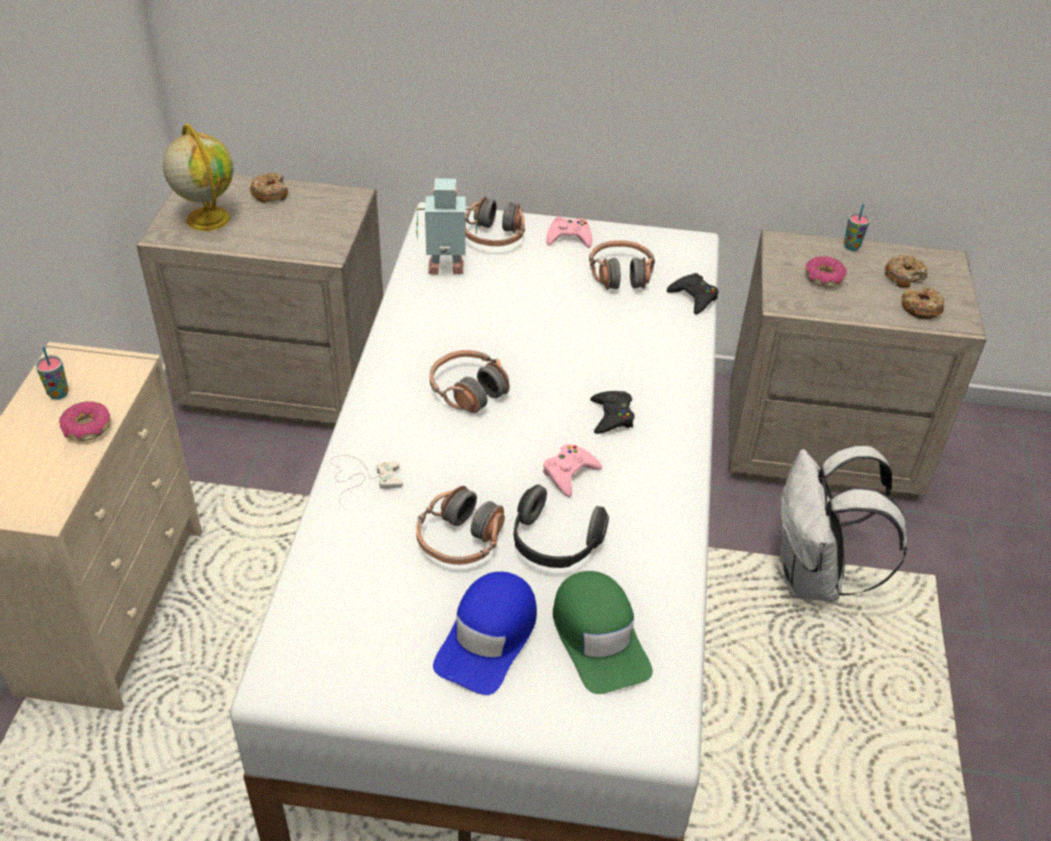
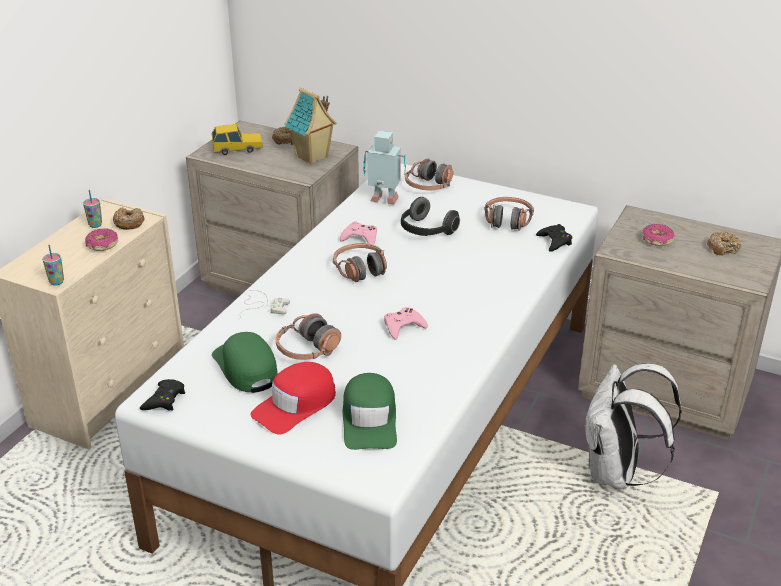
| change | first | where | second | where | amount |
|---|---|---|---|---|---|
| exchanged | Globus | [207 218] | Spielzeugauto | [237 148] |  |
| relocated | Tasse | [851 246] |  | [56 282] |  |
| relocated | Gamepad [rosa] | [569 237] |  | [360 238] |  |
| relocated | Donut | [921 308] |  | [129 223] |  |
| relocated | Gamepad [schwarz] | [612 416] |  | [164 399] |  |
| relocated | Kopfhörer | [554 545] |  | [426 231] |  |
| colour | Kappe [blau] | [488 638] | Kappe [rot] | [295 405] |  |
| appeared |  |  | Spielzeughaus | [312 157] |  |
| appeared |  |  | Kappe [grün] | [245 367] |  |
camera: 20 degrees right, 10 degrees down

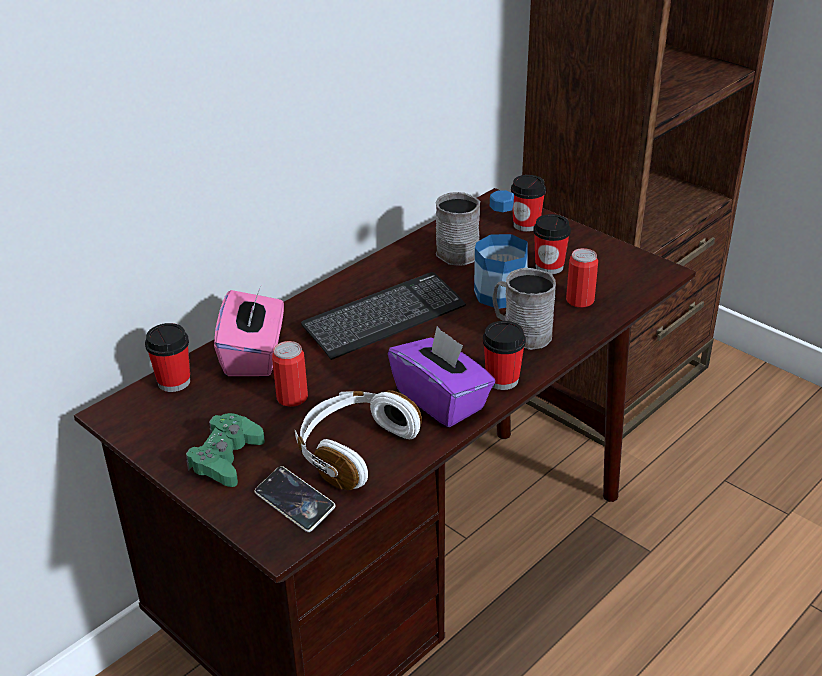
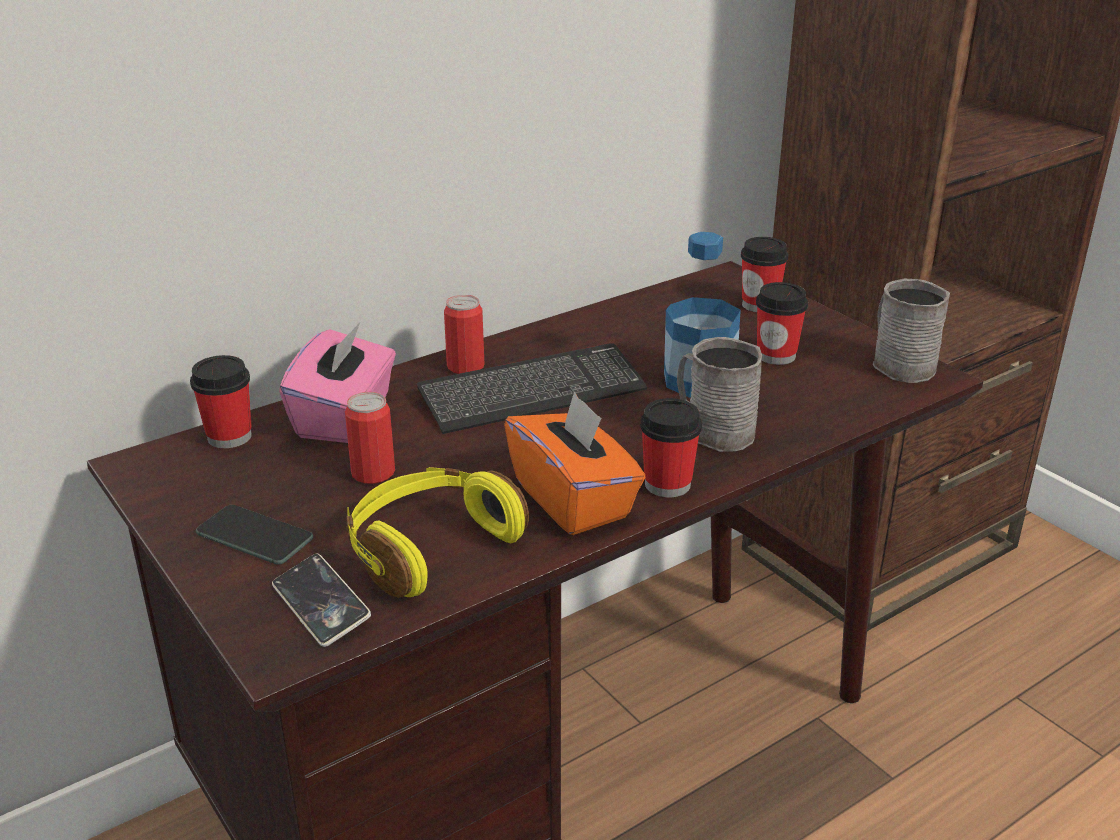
| change | first | where | second | where | amount |
|---|---|---|---|---|---|
| relocated | Henkelbecher [grau] | [453 251] |  | [898 363] |  |
| relocated | Dose | [580 300] |  | [465 366] |  |
| colour | Taschentuchbox [lila] | [441 400] | Taschentuchbox [orange] | [573 500] |  |
| colour | Kopfhörer [weiß] | [353 449] | Kopfhörer [gelb] | [429 547] |  |
| exchanged | Gamepad [grün] | [226 458] | Handy | [254 536] |  |
camera: 10 degrees right, 5 degrees down

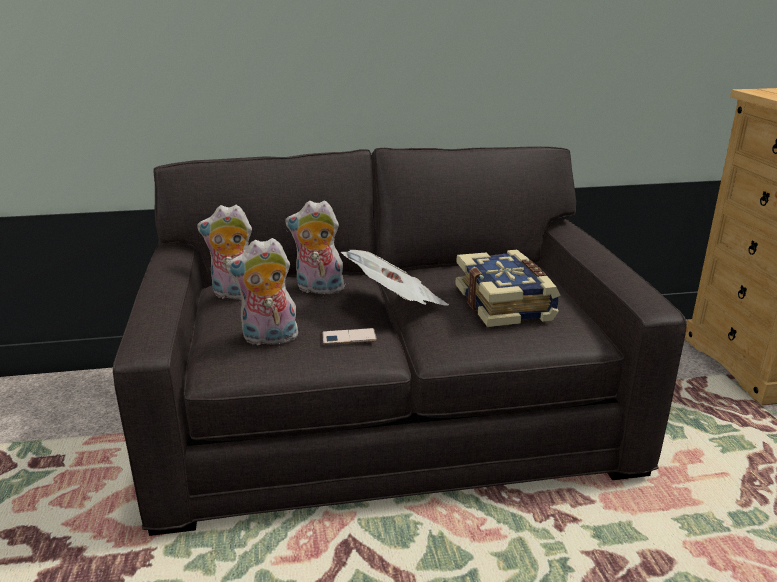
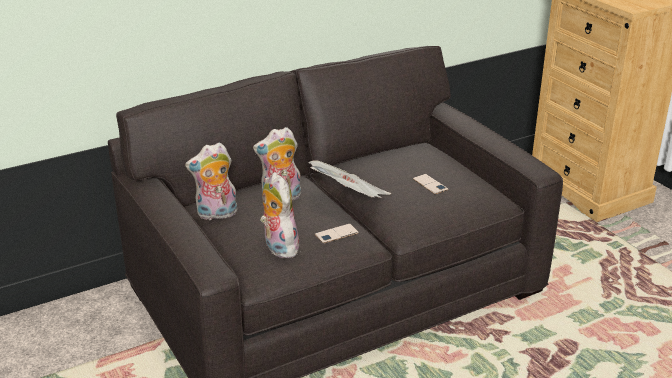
| change | first | where | second | where | amount |
|---|---|---|---|---|---|
| spun | Plüschtier | [269 339] |  | [278 247] | 90 degrees clockwise |
| exchanged | Buch | [505 303] | Handy | [430 184] |  |
camera: 20 degrees left, 5 degrees up

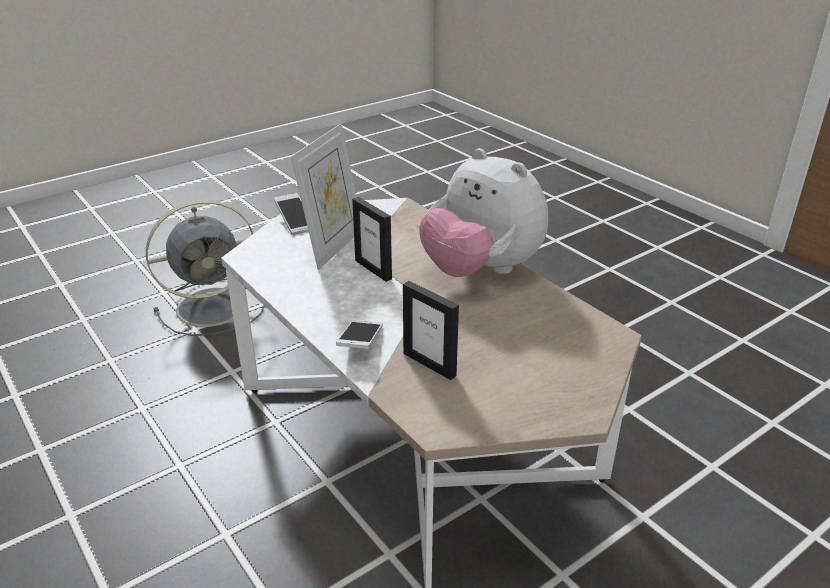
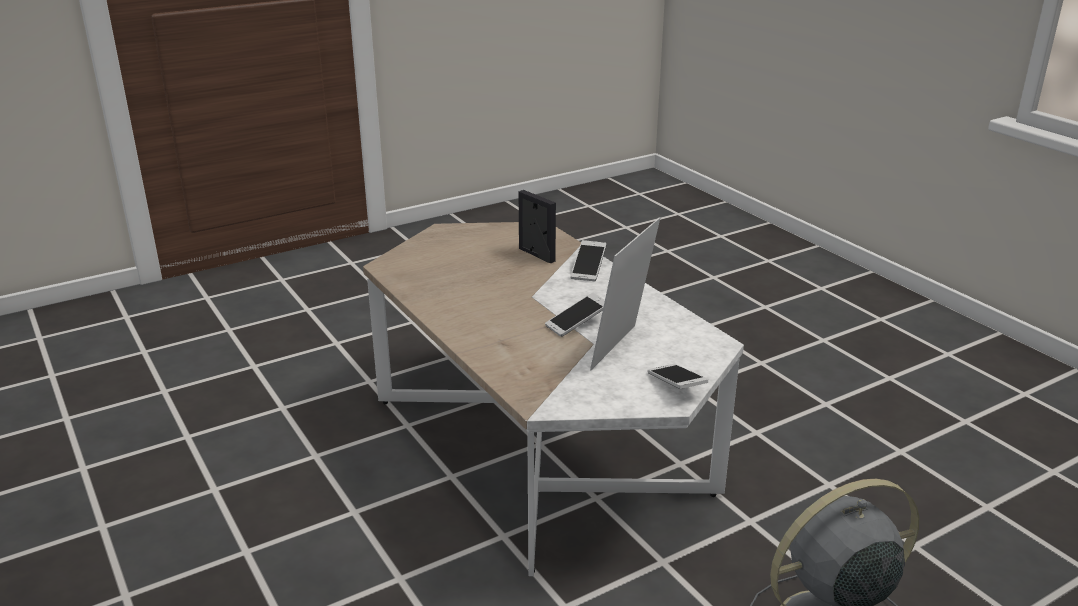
| change | first | where | second | where | amount |
|---|---|---|---|---|---|
| missing | Plüschtier | [481 271] |  |  |  |
| exchanged | Bilderrahmen | [373 269] | Handy | [577 323] |  |
camera: 175 degrees left, 5 degrees down

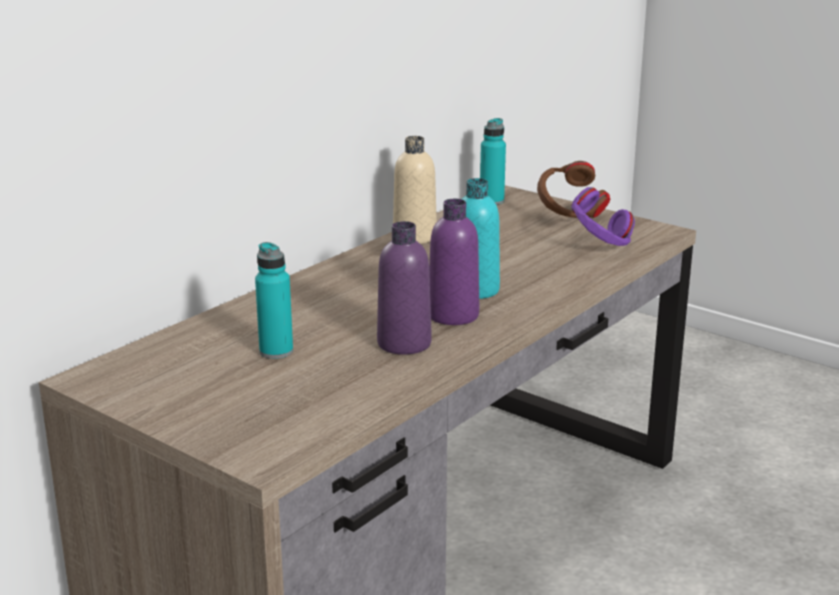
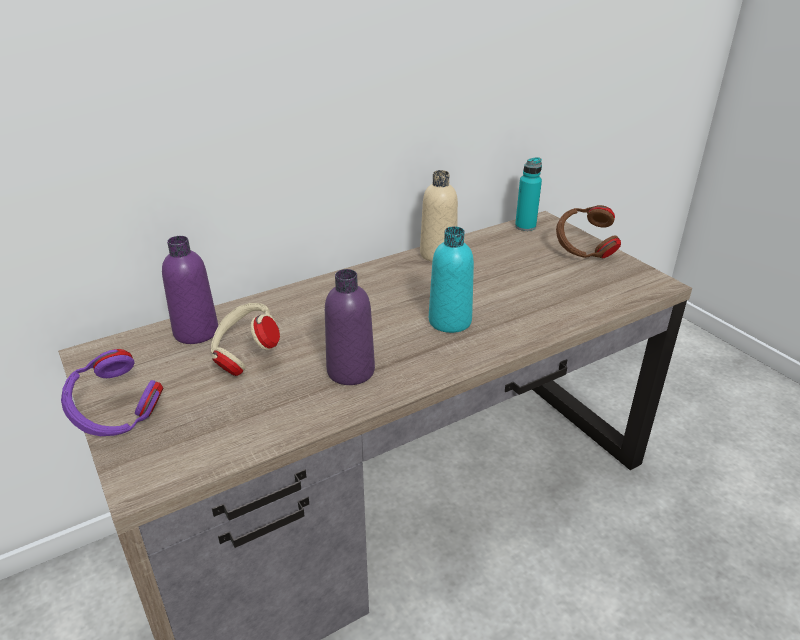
| change | first | where | second | where | amount |
|---|---|---|---|---|---|
| relocated | Kopfhörer [lila] | [600 245] |  | [118 419] |  |
| relocated | Flasche [lila] | [453 315] |  | [196 332] |  |
| exchanged | Flasche [türkis] | [276 351] | Kopfhörer [beige] | [245 357] |  |
camera: 20 degrees right, 10 degrees up

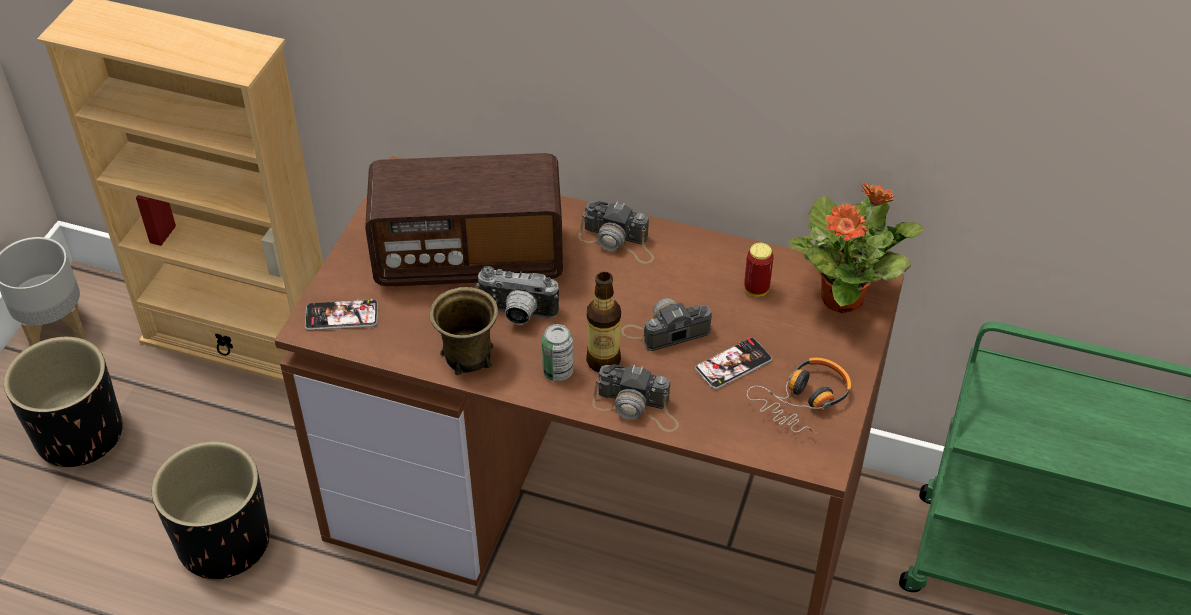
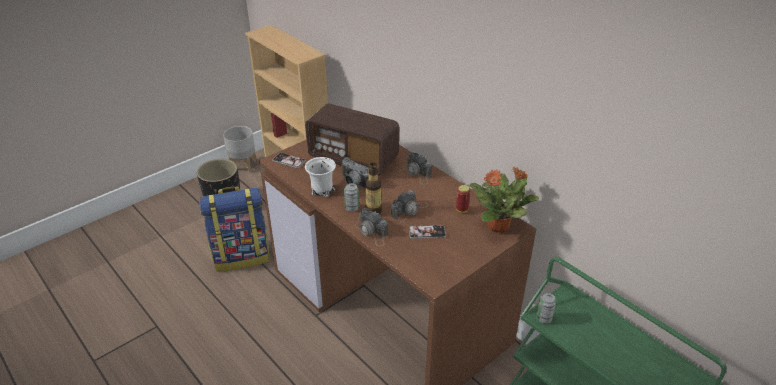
| change | first | where | second | where | amount |
|---|---|---|---|---|---|
| colour | Henkelbecher [braun] | [467 356] | Henkelbecher [weiß] | [322 190] |  |
| spun | Kamera | [666 330] |  | [409 210] | 120 degrees clockwise |
| missing | Kopfhörer | [804 401] |  |  |  |
| exchanged | Pflanzkübel [schwarz] | [224 542] | Rucksack | [241 256] |  |
| appeared |  |  | Dose | [543 318] |  |
camera: 30 degrees right, 10 degrees down

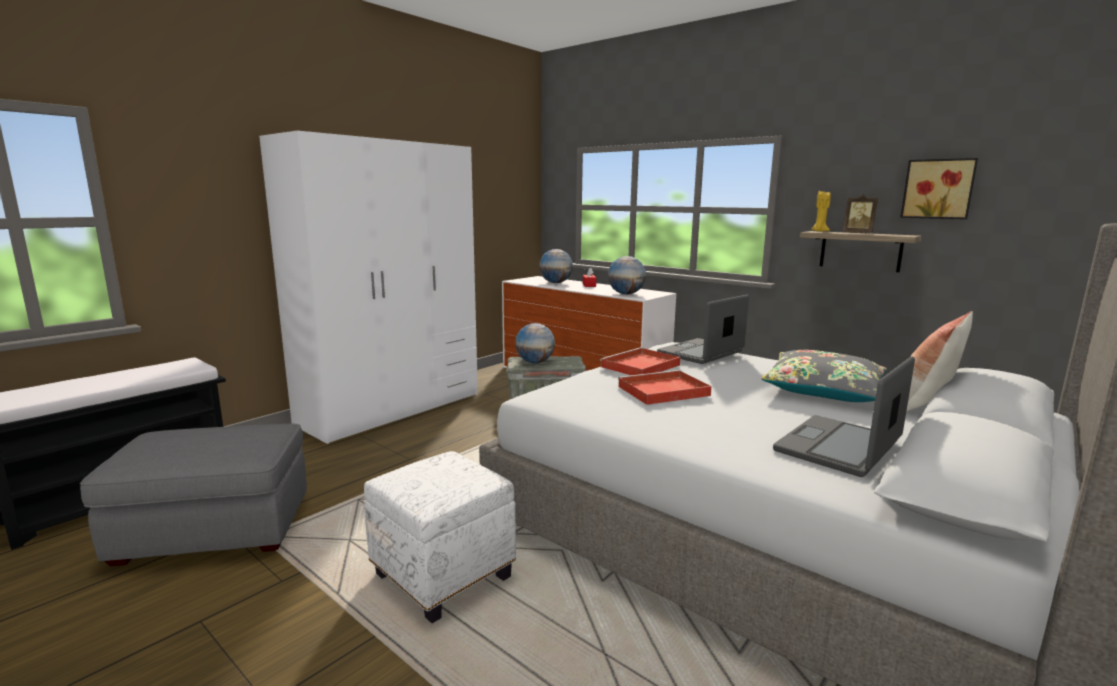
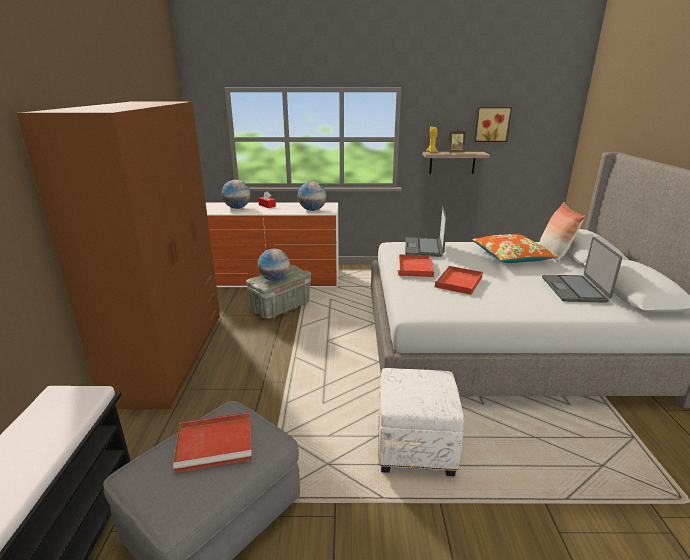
| change | first | where | second | where | amount |
|---|---|---|---|---|---|
| colour | Kleiderschrank [weiß] | [392 408] | Kleiderschrank [braun] | [170 355] |  |
| colour | Kissen [grau] | [824 390] | Kissen [orange] | [511 256] |  |
| appeared |  |  | Tablett [rot] | [217 443] |  |
camera: 40 degrees left, 10 degrees up

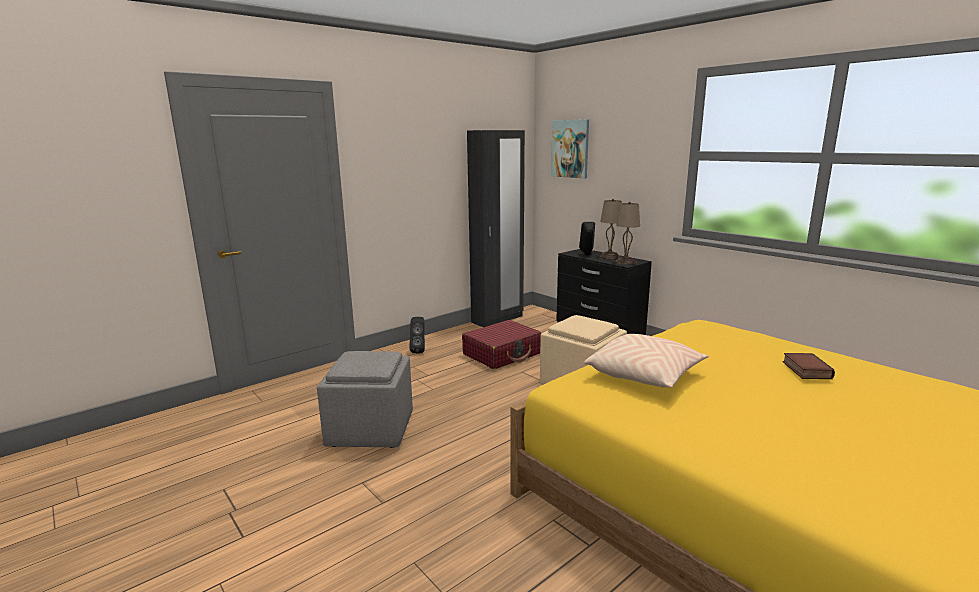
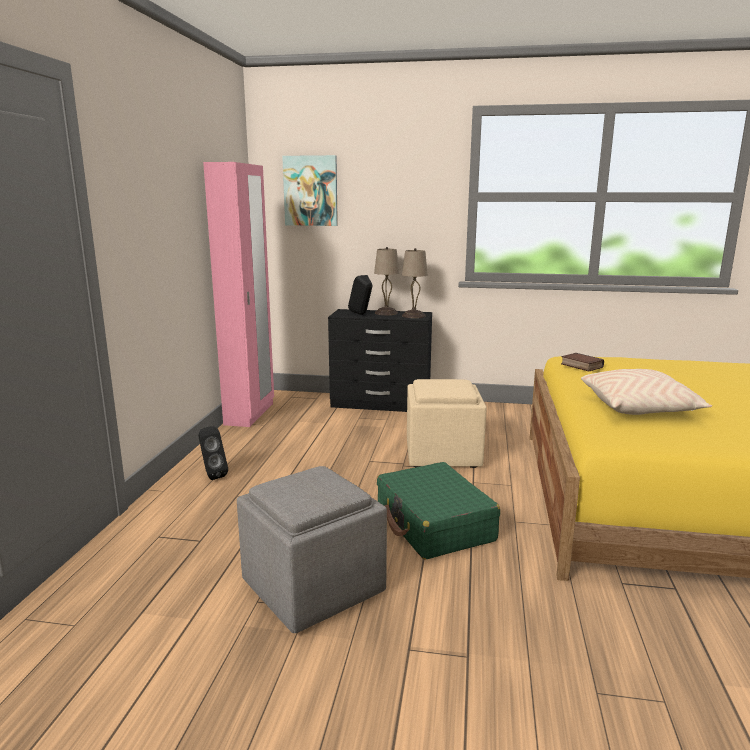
| change | first | where | second | where | amount |
|---|---|---|---|---|---|
| colour | Kleiderschrank [schwarz] | [497 319] | Kleiderschrank [rosa] | [250 414] |  |
| missing | Koffer [rot] | [502 354] |  |  |  |
| relocated | Buch | [805 370] |  | [580 366] |  |
| appeared |  |  | Koffer [grün] | [434 524] |  |
camera: 40 degrees left, 0 degrees up

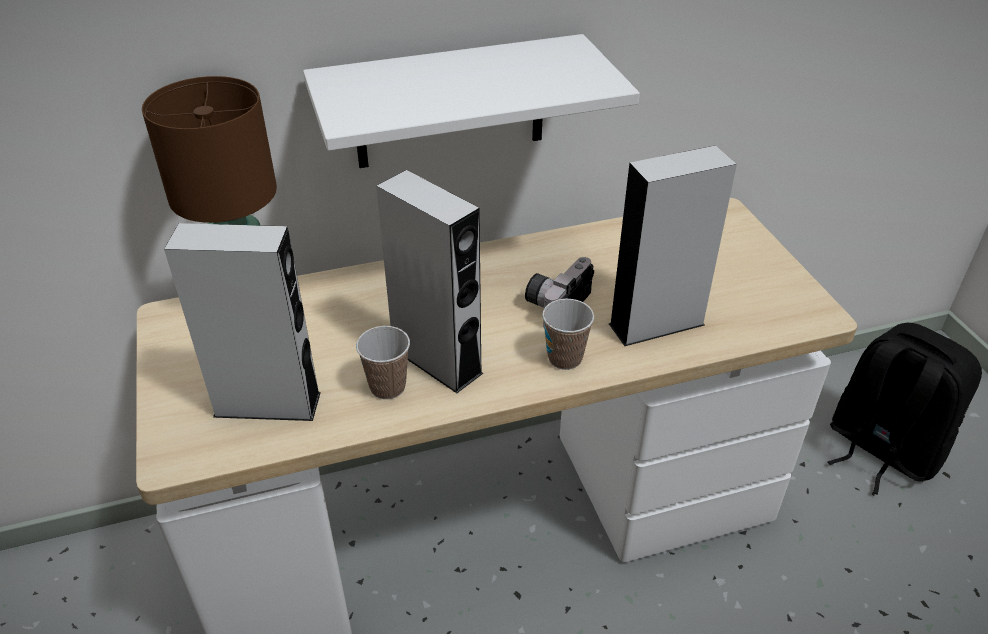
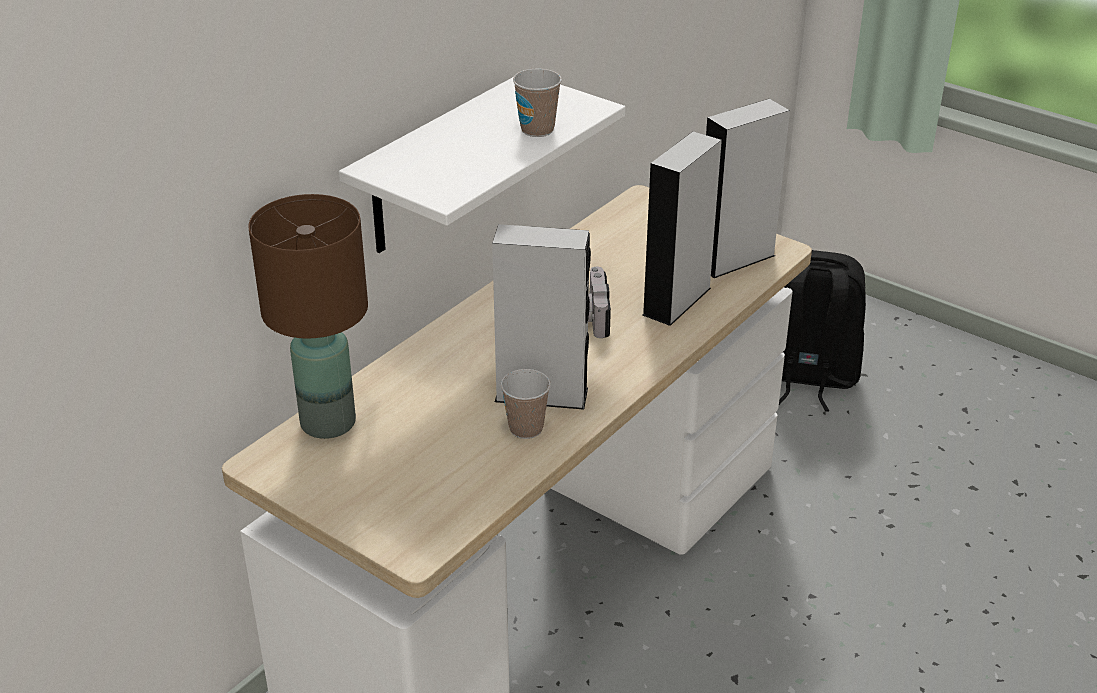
| change | first | where | second | where | amount |
|---|---|---|---|---|---|
| relocated | Lautsprecher [grau] | [267 404] |  | [735 259] |  |
| relocated | Tasse | [565 358] |  | [537 130] |  |
camera: 35 degrees left, 5 degrees down

